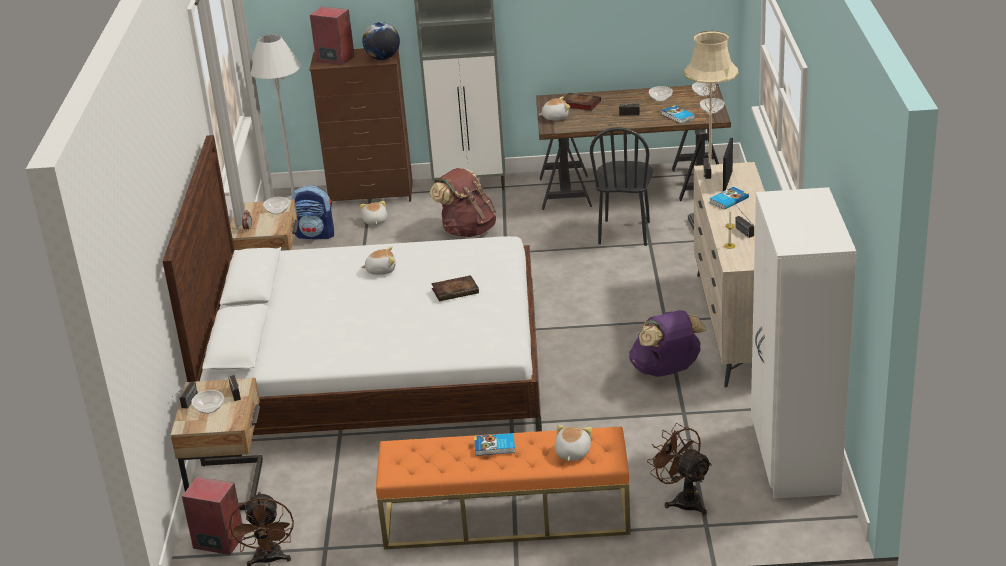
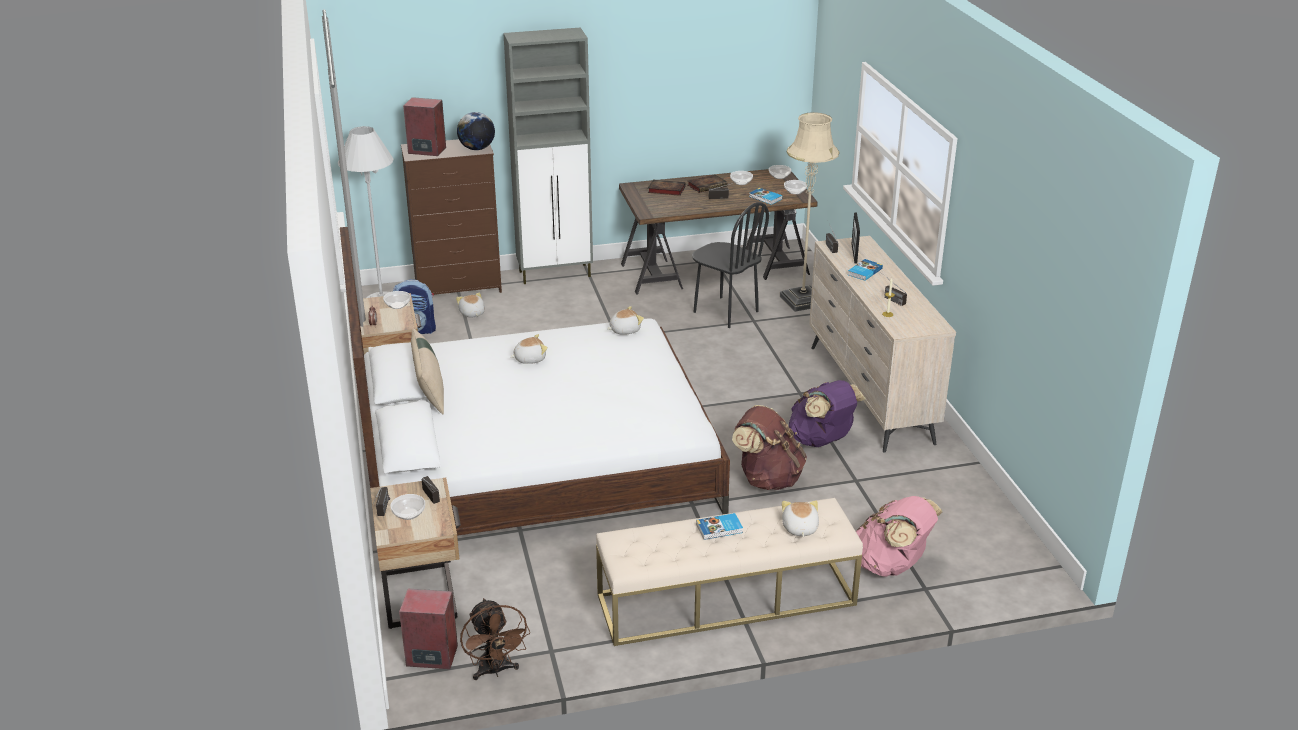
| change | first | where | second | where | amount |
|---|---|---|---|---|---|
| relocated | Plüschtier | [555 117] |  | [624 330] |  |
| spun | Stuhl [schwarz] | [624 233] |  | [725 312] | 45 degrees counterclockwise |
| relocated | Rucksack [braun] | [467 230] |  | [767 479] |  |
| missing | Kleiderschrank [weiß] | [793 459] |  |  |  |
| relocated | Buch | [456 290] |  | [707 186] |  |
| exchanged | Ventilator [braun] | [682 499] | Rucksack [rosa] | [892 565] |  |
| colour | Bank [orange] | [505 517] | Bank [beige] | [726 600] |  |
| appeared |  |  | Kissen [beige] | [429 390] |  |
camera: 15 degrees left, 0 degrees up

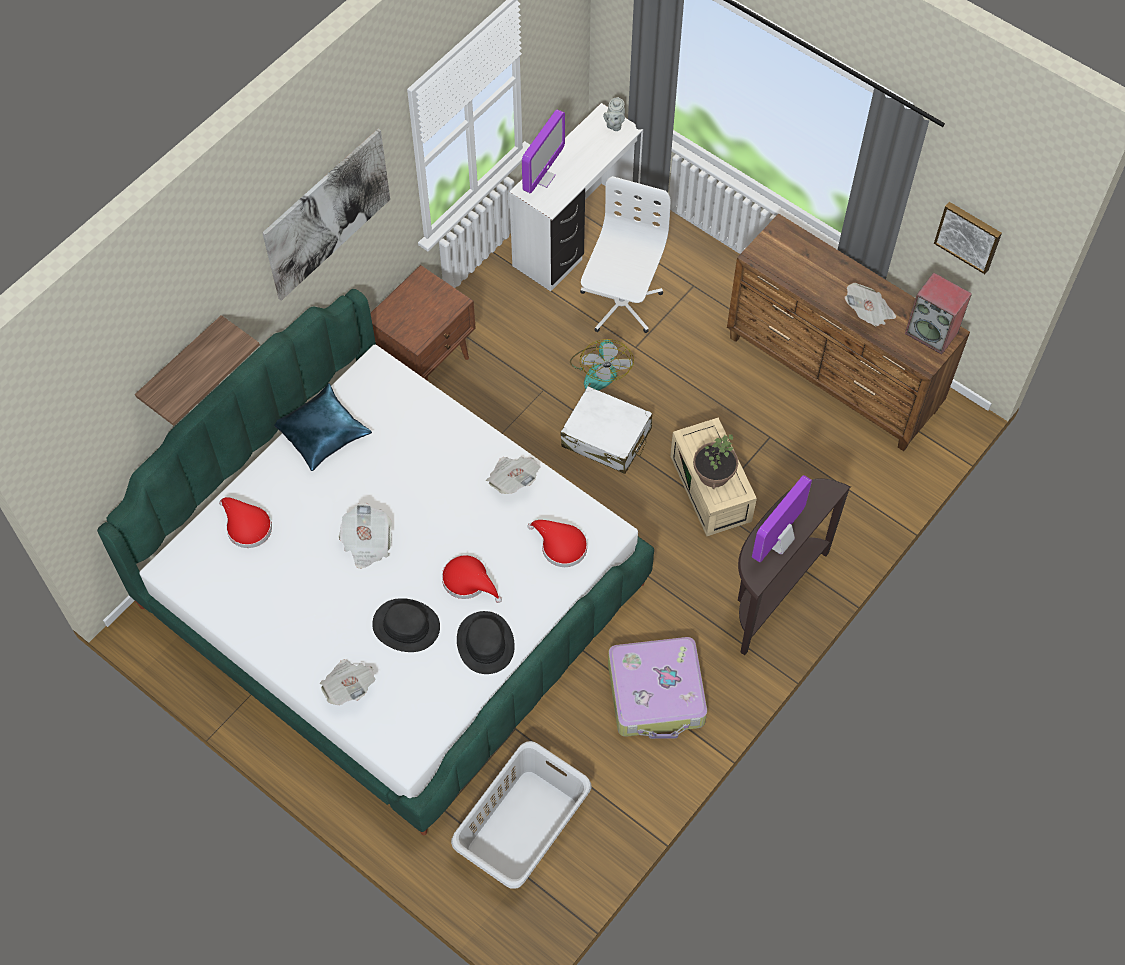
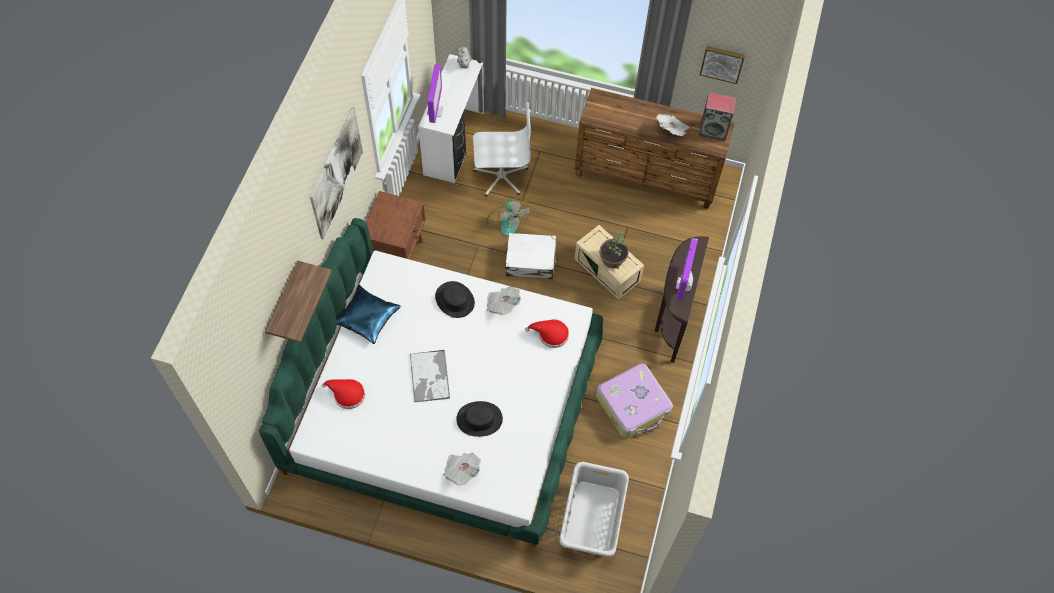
| change | first | where | second | where | amount |
|---|---|---|---|---|---|
| spun | Bürostuhl [weiß] | [620 303] |  | [501 176] | 90 degrees clockwise |
| exchanged | Zeitung | [367 543] | Tablett | [429 377] |  |
| missing | Hut [rot] | [469 581] |  |  |  |
| relocated | Hut [schwarz] | [485 643] |  | [454 300] |  |
camera: 25 degrees left, 0 degrees up

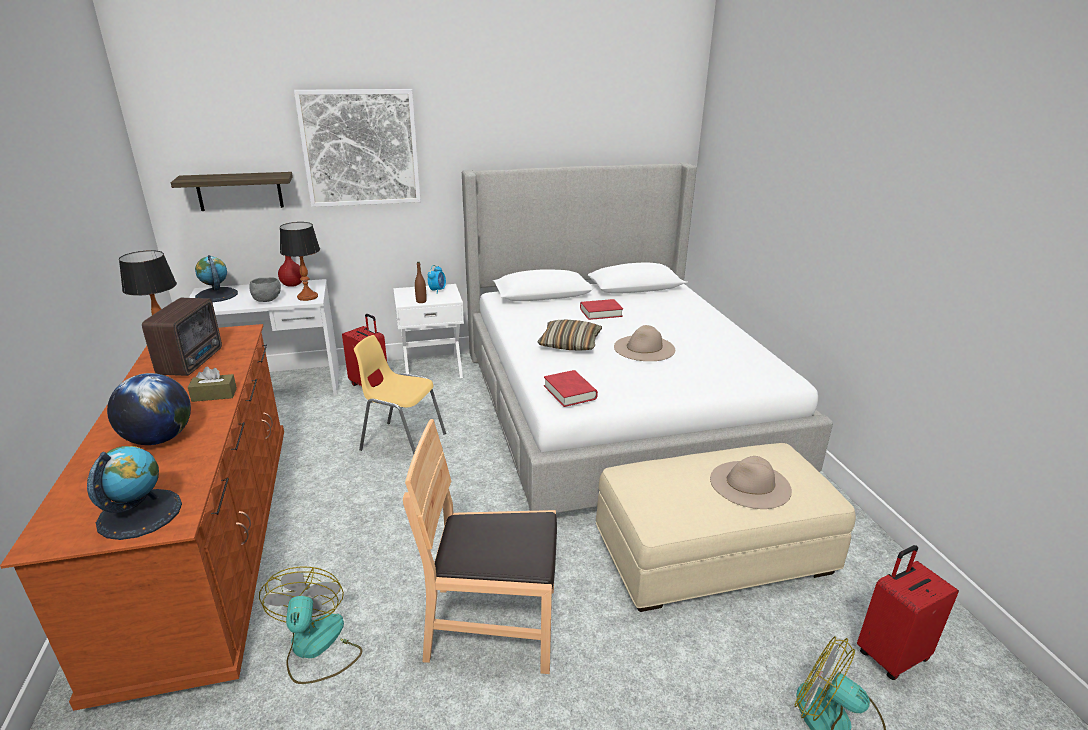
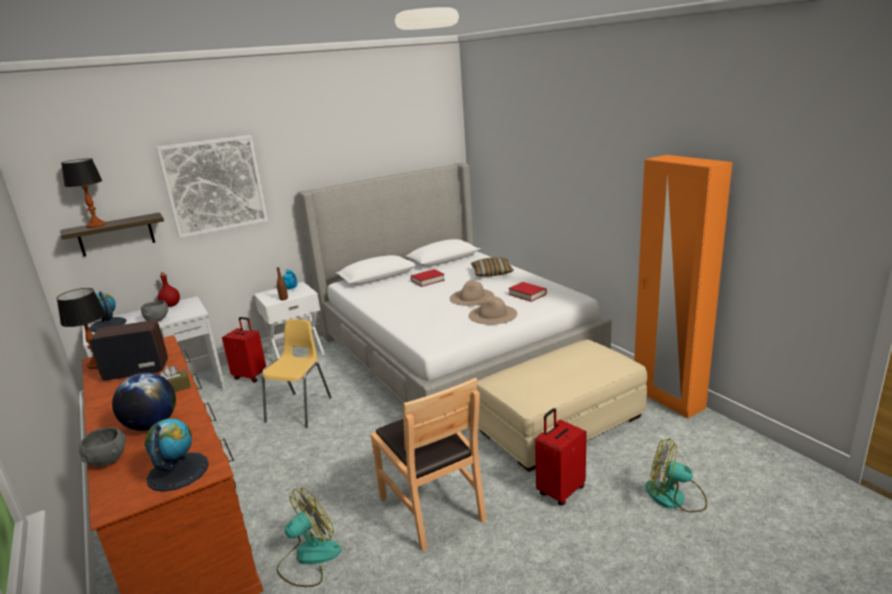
| change | first | where | second | where | amount |
|---|---|---|---|---|---|
| relocated | Tischlampe | [307 297] |  | [96 225] |  |
| spun | Radio | [193 361] |  | [135 371] | 90 degrees counterclockwise |
| relocated | Kissen | [570 343] |  | [492 273] |  |
| spun | Stuhl [gelb] | [402 442] |  | [300 409] | 105 degrees clockwise |
| relocated | Buch [rot] | [570 392] |  | [527 294] |  |
| spun | Stuhl [braun] | [492 625] |  | [432 507] | 105 degrees counterclockwise |
| relocated | Hut [beige] | [750 484] |  | [492 314] |  |
| relocated | Koffer [rot] | [890 655] |  | [560 490] |  |
| spun | Ventilator | [316 648] |  | [308 558] | 75 degrees clockwise |
| appeared |  |  | Kleiderschrank [orange] | [667 399] |  |
| appeared |  |  | Schüssel [grau] | [107 461] |  |
camera: 15 degrees left, 5 degrees down

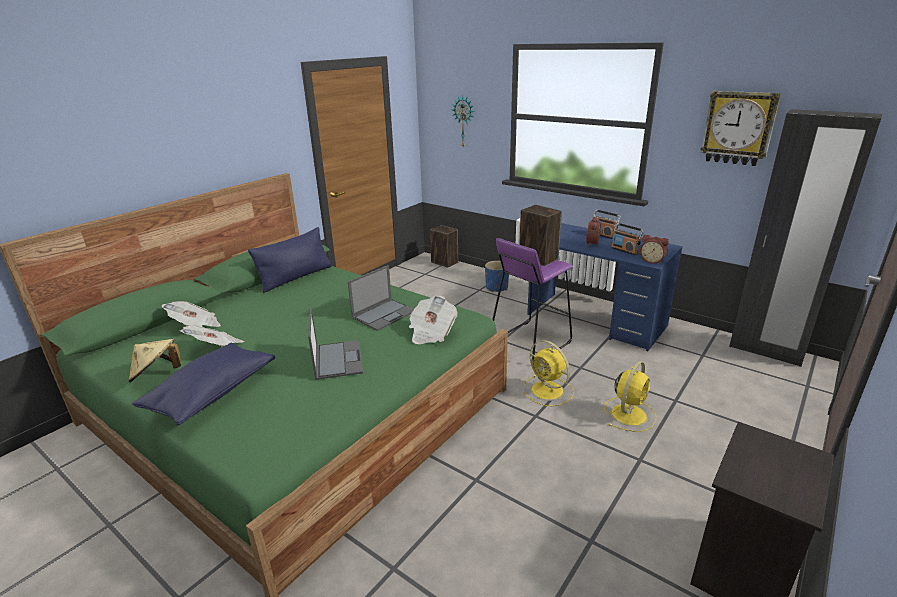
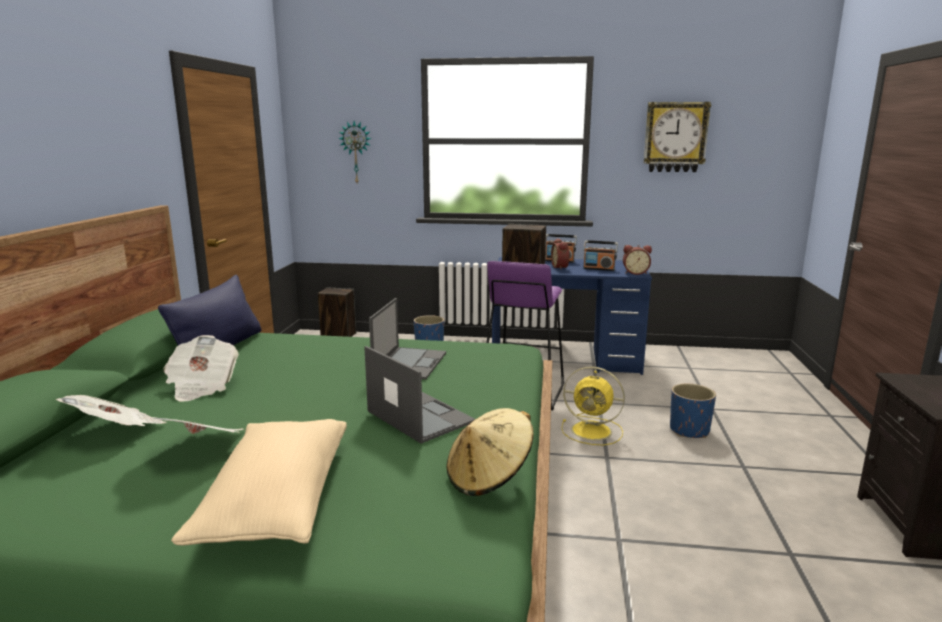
| change | first | where | second | where | amount |
|---|---|---|---|---|---|
| missing | Kleiderschrank [schwarz] | [766 351] |  |  |  |
| relocated | Zeitung | [431 332] |  | [202 386] |  |
| relocated | Hut [beige] | [157 374] |  | [489 477] |  |
| colour | Kissen [blau] | [212 394] | Kissen [beige] | [276 501] |  |
| exchanged | Ventilator [gelb] | [629 414] | Pflanzkübel [blau] | [689 430] |  |
camera: 30 degrees left, 10 degrees down

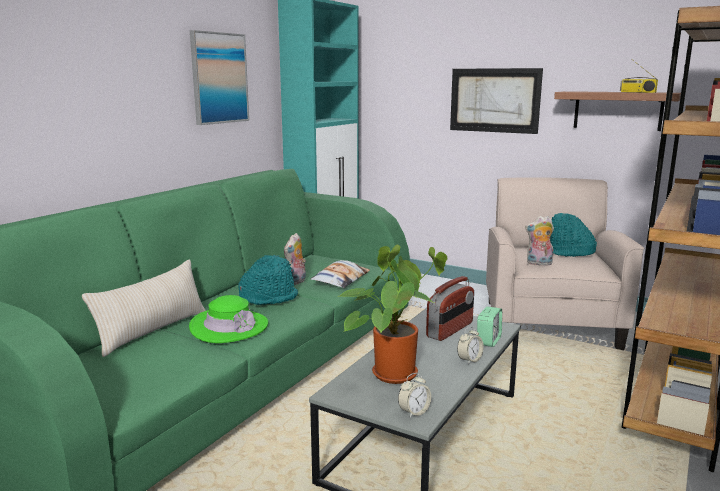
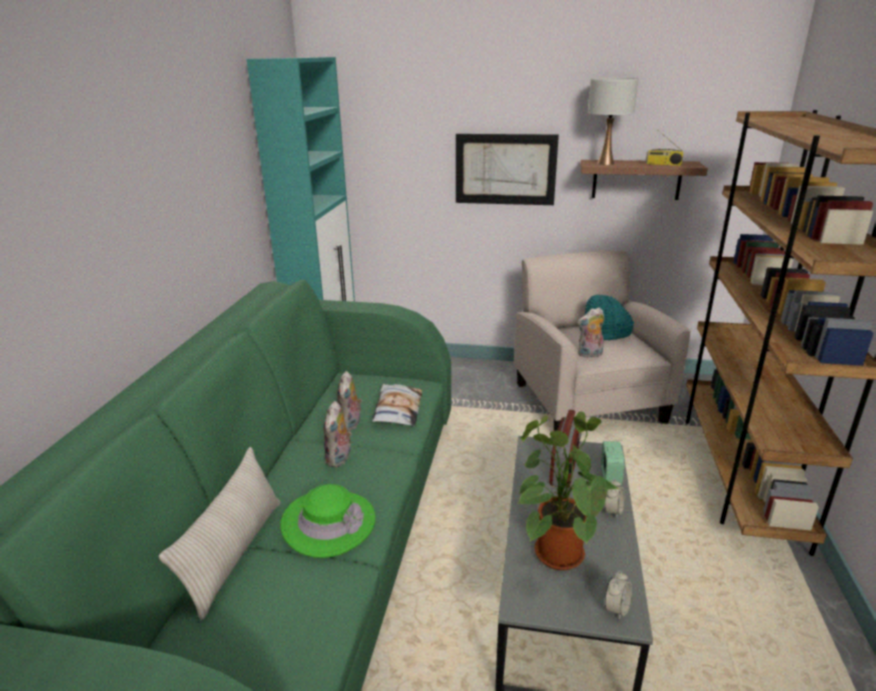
| change | first | where | second | where | amount |
|---|---|---|---|---|---|
| missing | Bild | [219 78] |  |  |  |
| exchanged | Hut [türkis] | [269 297] | Plüschtier | [339 459] |  |
| appeared |  |  | Tischlampe [weiß] | [605 163] |  |
camera: 20 degrees left, 10 degrees up

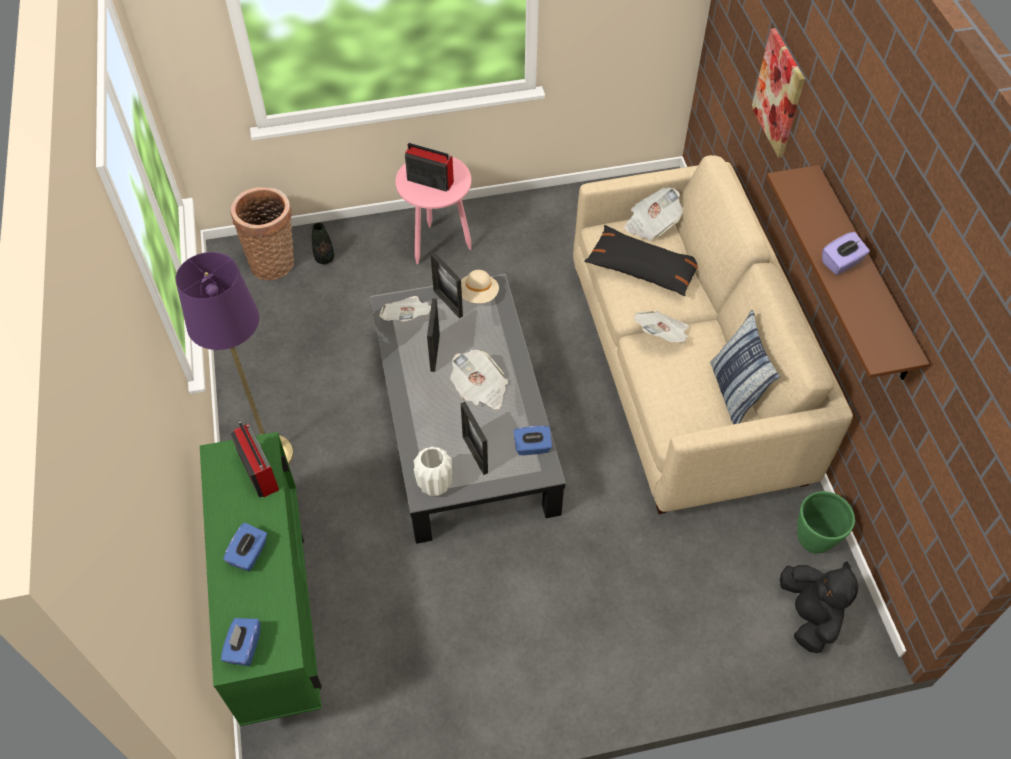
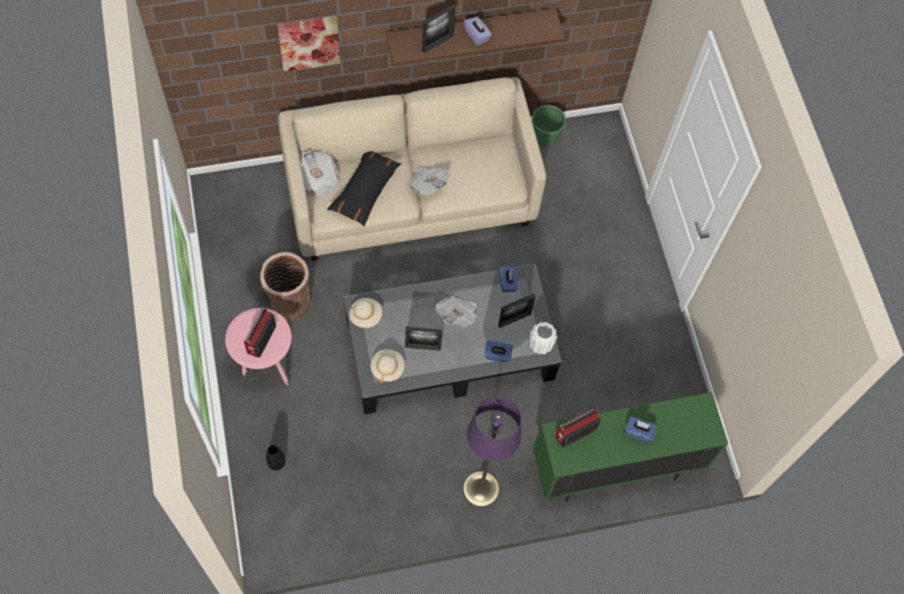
| change | first | where | second | where | amount |
|---|---|---|---|---|---|
| relocated | Korb | [274 262] |  | [289 302] |  |
| relocated | Bilderrahmen | [448 303] |  | [437 43] |  |
| exchanged | Zeitung | [407 318] | Hut [beige] | [387 368] |  |
| missing | Kissen | [734 392] |  |  |  |
| missing | Plüschtier [schwarz] | [808 615] |  |  |  |
| relocated | Taschentuchbox [blau] | [244 647] |  | [497 355] |  |
camera: 95 degrees left, 10 degrees up

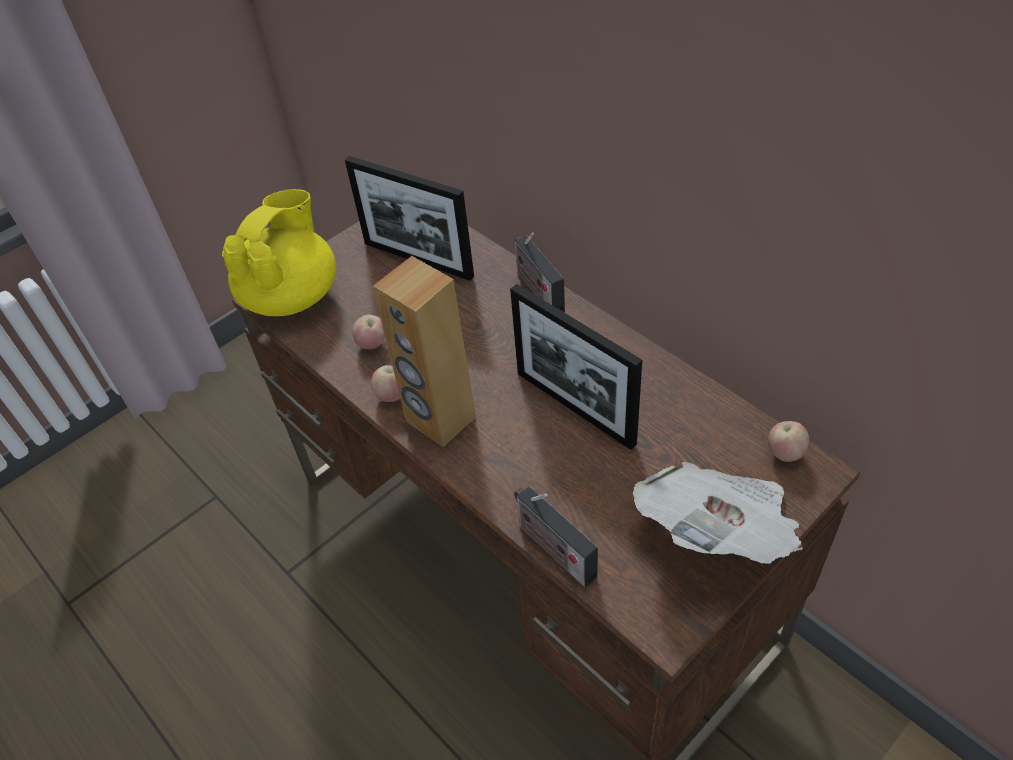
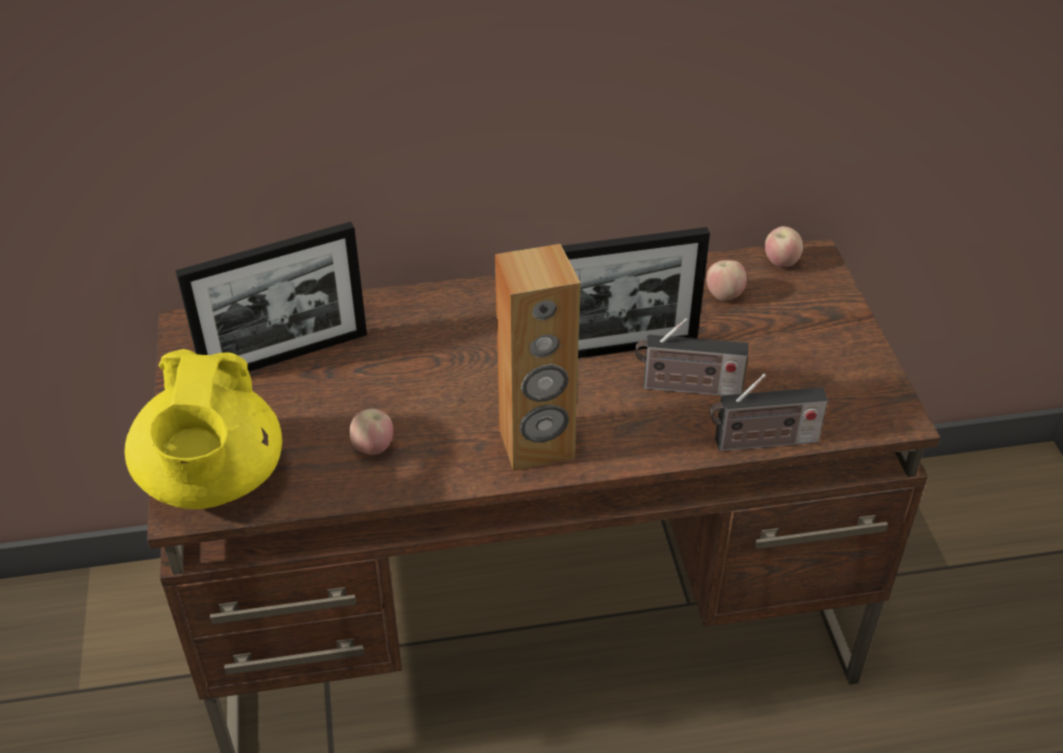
| change | first | where | second | where | amount |
|---|---|---|---|---|---|
| spun | Teekanne [gelb] | [292 296] |  | [213 481] | 150 degrees counterclockwise |
| relocated | Radio | [537 290] |  | [687 388] |  |
| relocated | Apfel | [392 396] |  | [724 295] |  |
| missing | Zeitung | [719 532] |  |  |  |
camera: 60 degrees left, 5 degrees down

